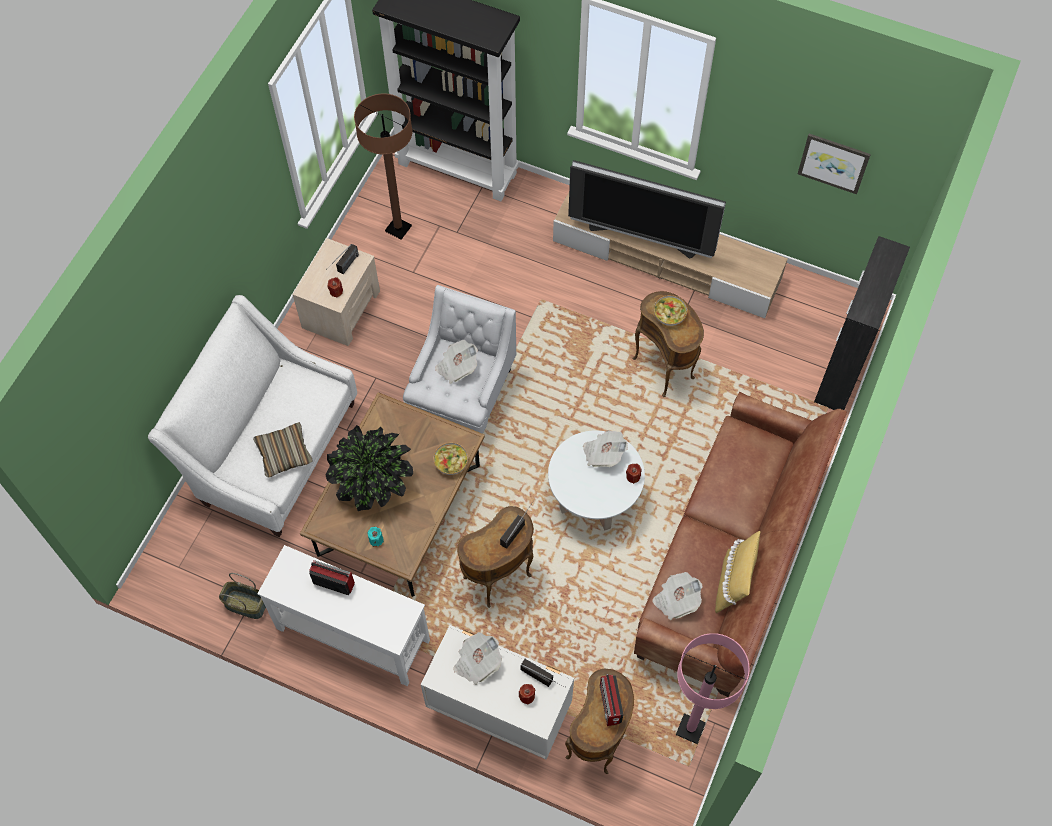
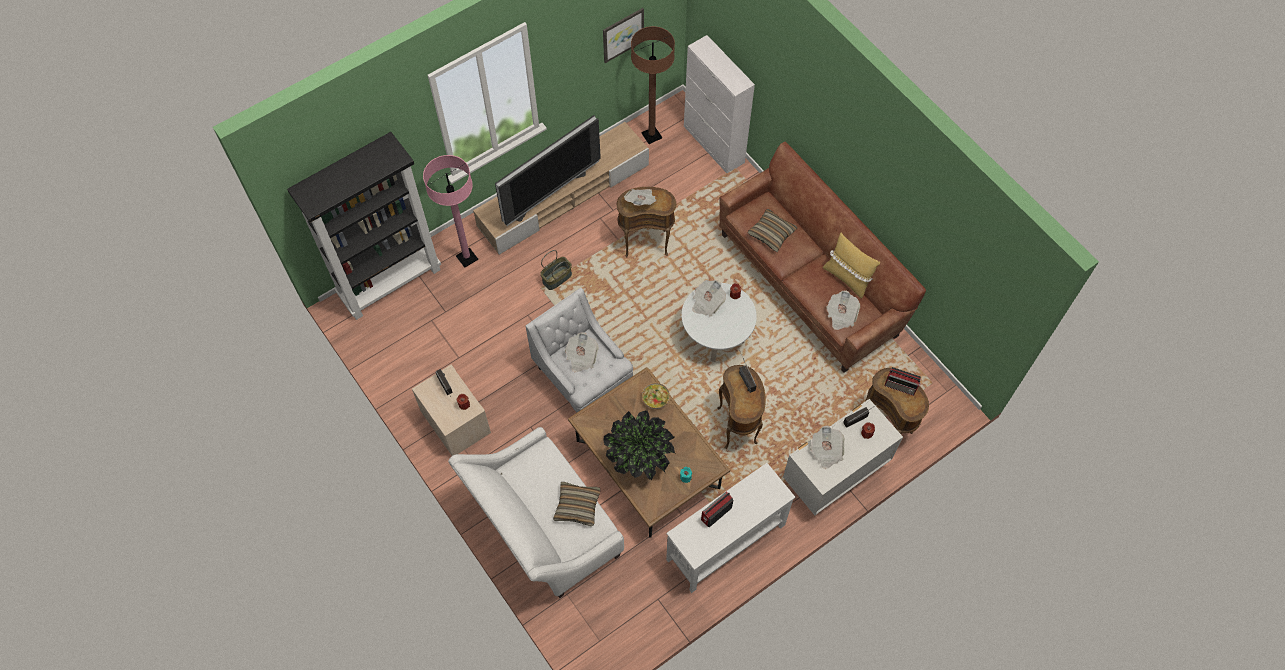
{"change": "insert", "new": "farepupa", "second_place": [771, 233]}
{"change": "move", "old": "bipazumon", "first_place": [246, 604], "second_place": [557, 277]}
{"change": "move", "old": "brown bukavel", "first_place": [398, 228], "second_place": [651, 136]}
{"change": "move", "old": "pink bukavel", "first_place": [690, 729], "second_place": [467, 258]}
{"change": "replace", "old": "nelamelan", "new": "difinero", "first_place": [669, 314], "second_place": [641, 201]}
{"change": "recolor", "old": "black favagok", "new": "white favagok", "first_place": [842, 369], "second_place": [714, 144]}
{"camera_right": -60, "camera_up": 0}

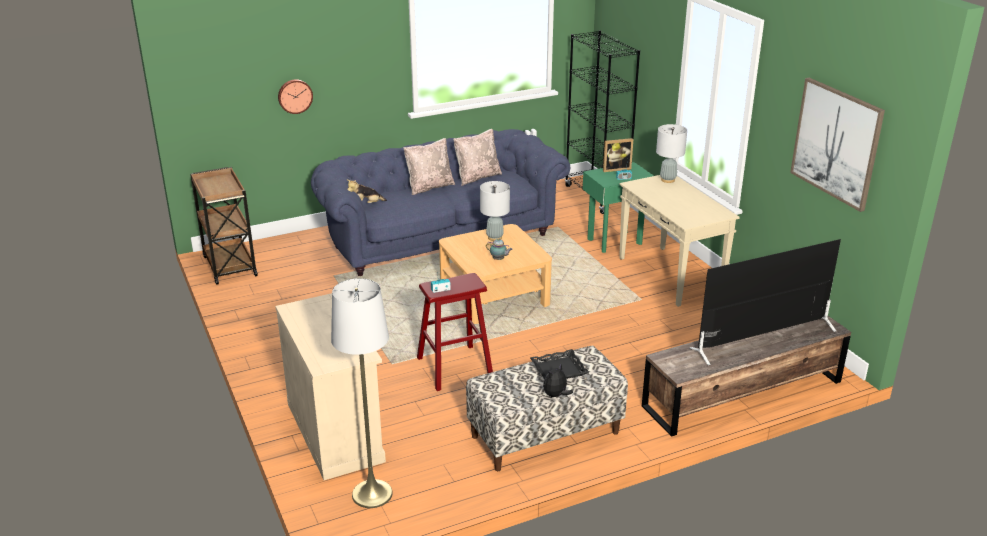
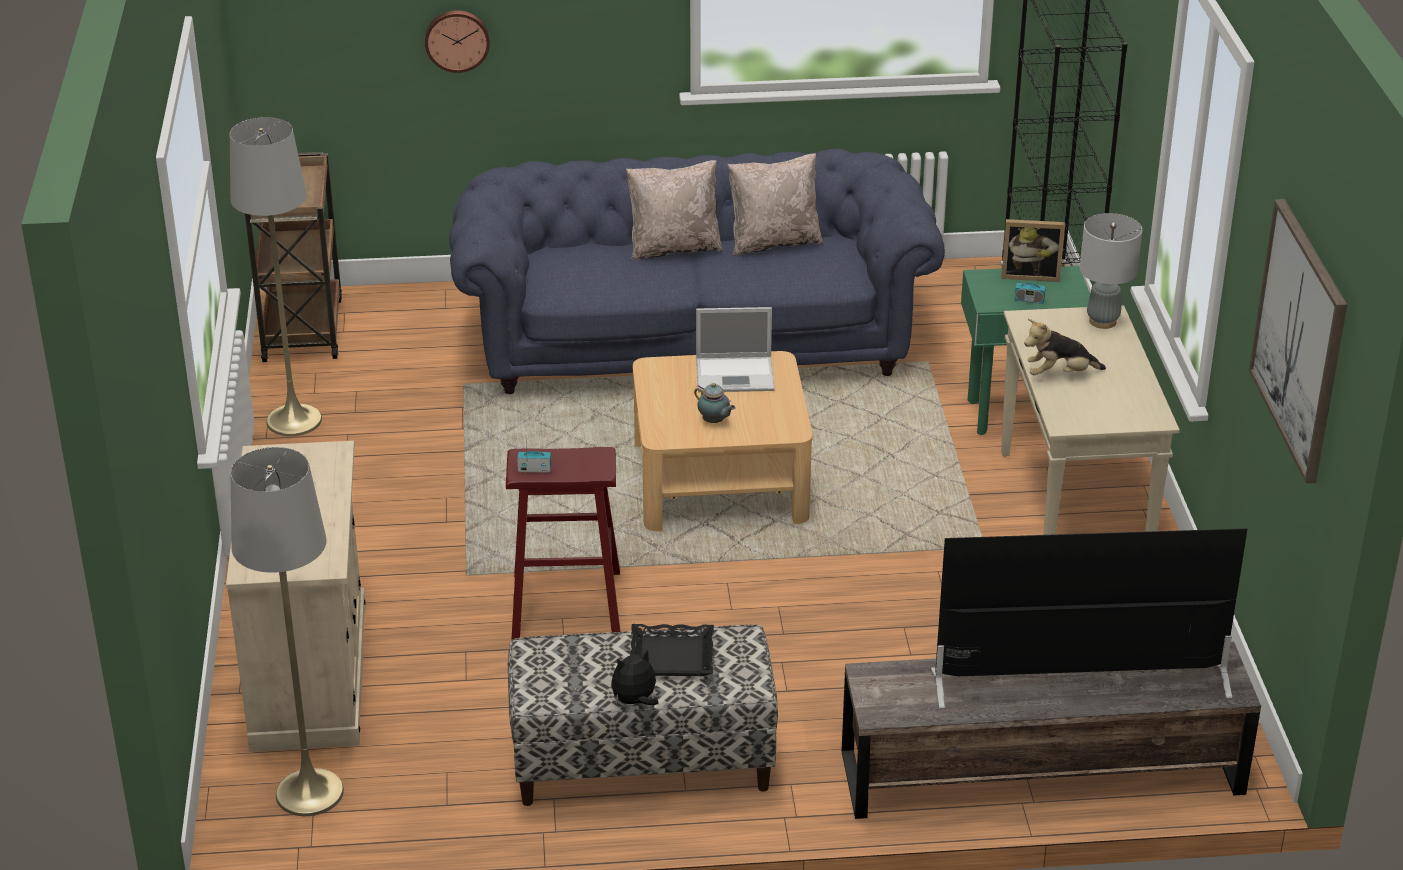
{"change": "insert", "new": "grey bukavel", "second_place": [294, 420]}
{"change": "move", "old": "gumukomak", "first_place": [366, 206], "second_place": [1059, 374]}
{"change": "replace", "old": "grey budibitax", "new": "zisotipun", "first_place": [494, 237], "second_place": [736, 375]}
{"camera_right": 20, "camera_up": 5}

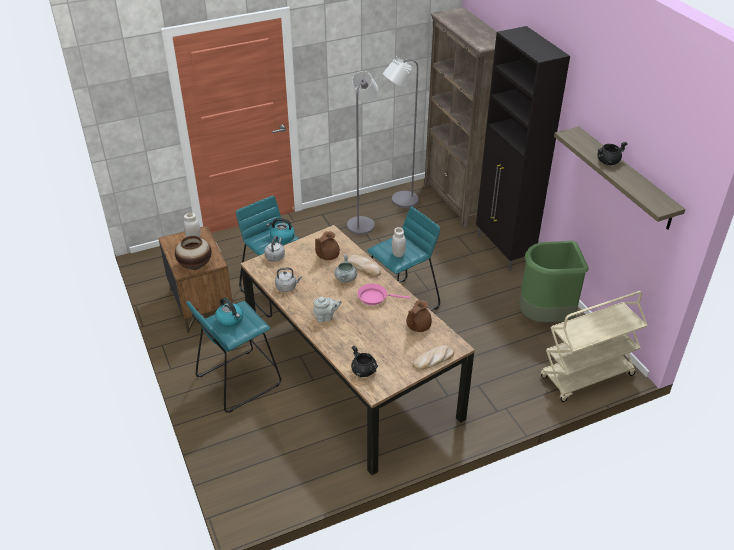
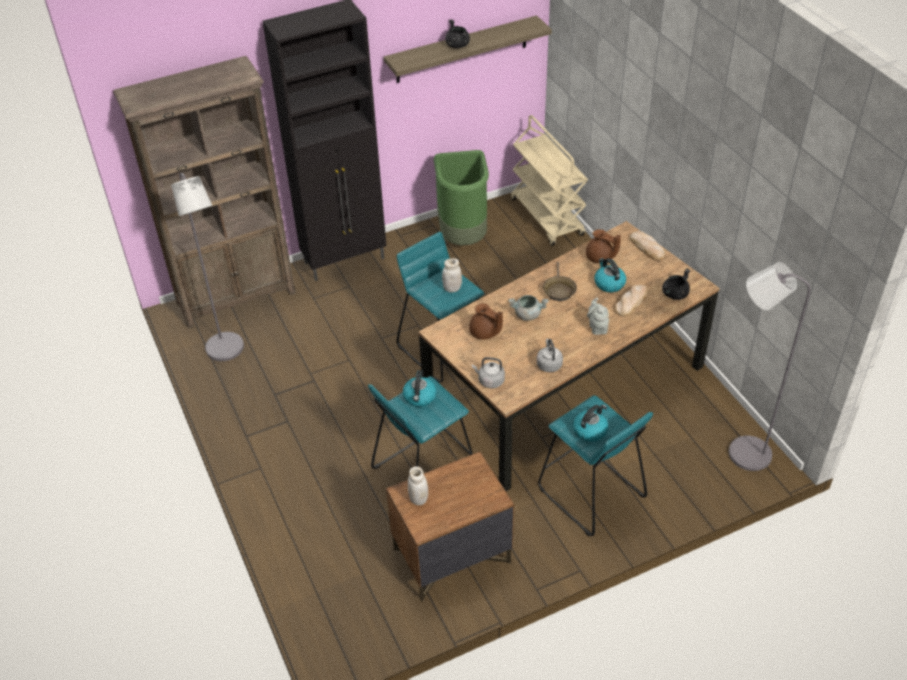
{"change": "delete", "old": "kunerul", "first_place": [195, 265]}
{"change": "insert", "new": "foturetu", "second_place": [609, 283]}
{"change": "move", "old": "grey bukavel", "first_place": [362, 223], "second_place": [741, 452]}
{"change": "move", "old": "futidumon", "first_place": [364, 267], "second_place": [631, 302]}
{"change": "recolor", "old": "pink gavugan", "new": "brown gavugan", "first_place": [375, 298], "second_place": [558, 290]}
{"camera_right": -90, "camera_up": 5}

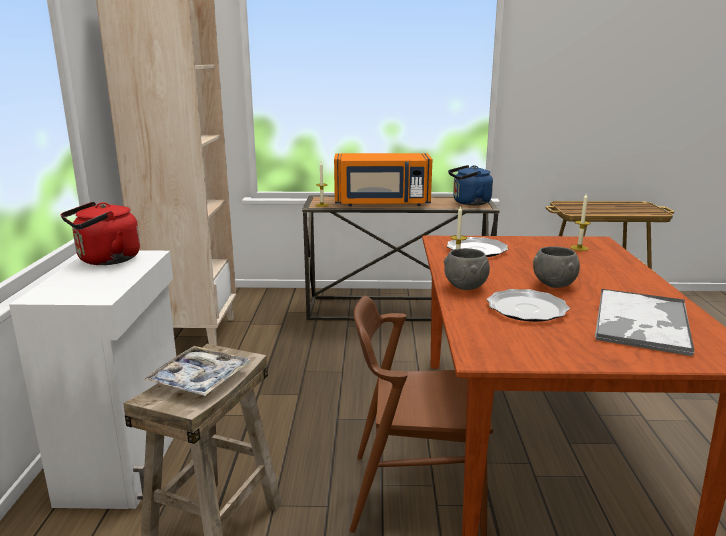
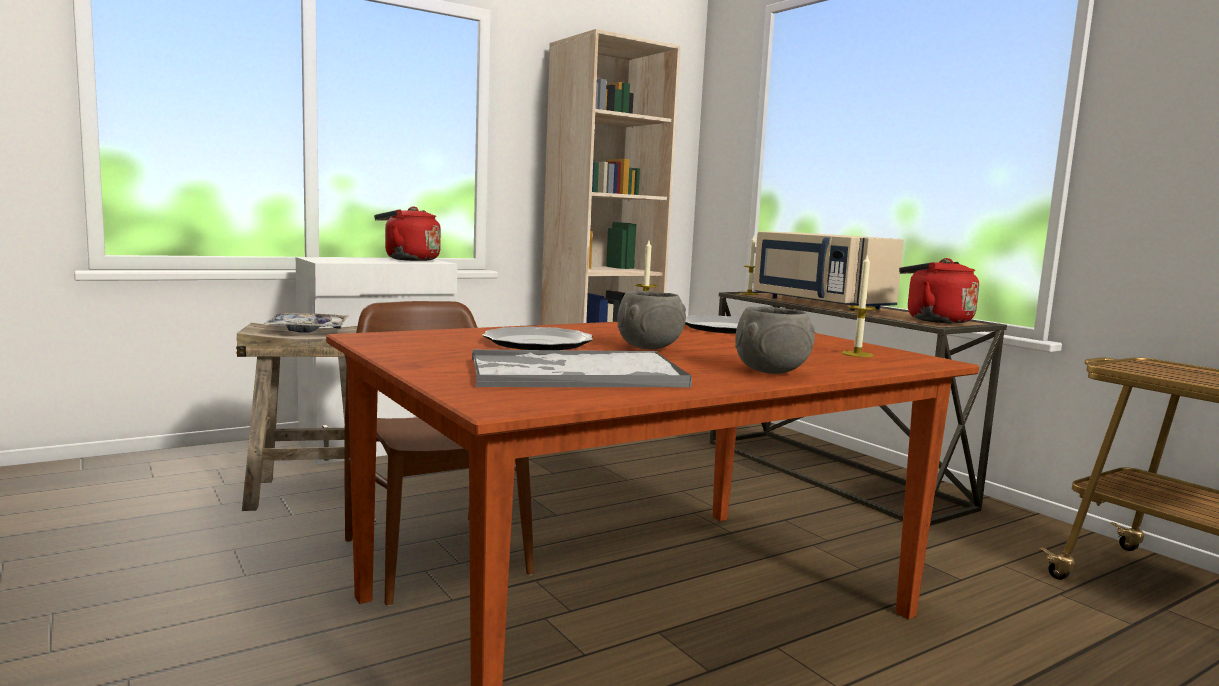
{"change": "move", "old": "grey nelamelan", "first_place": [464, 287], "second_place": [770, 372]}
{"change": "recolor", "old": "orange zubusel", "new": "beige zubusel", "first_place": [382, 203], "second_place": [818, 303]}
{"change": "recolor", "old": "blue foturetu", "new": "red foturetu", "first_place": [469, 203], "second_place": [934, 320]}
{"camera_right": 55, "camera_up": -10}

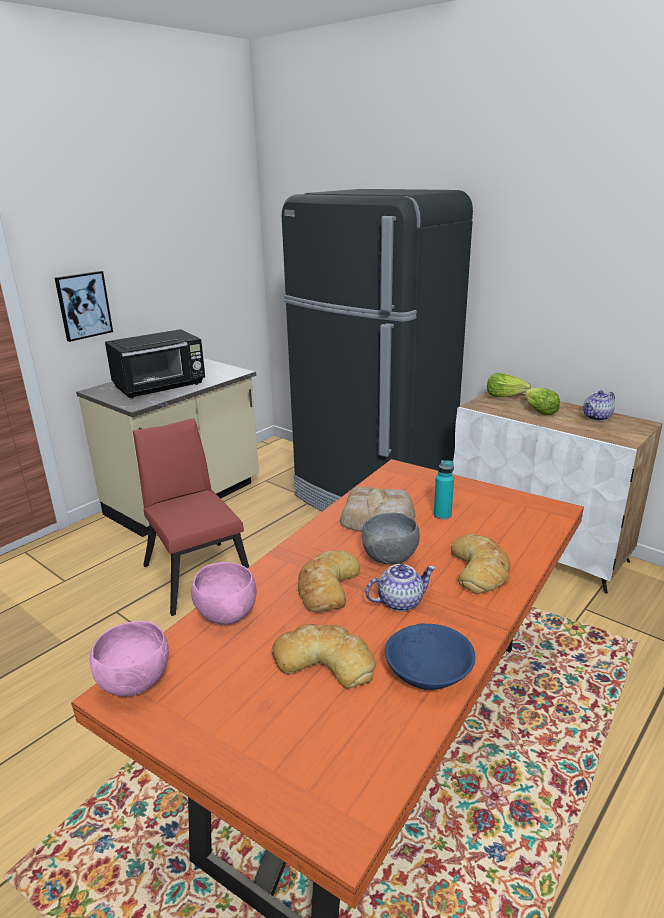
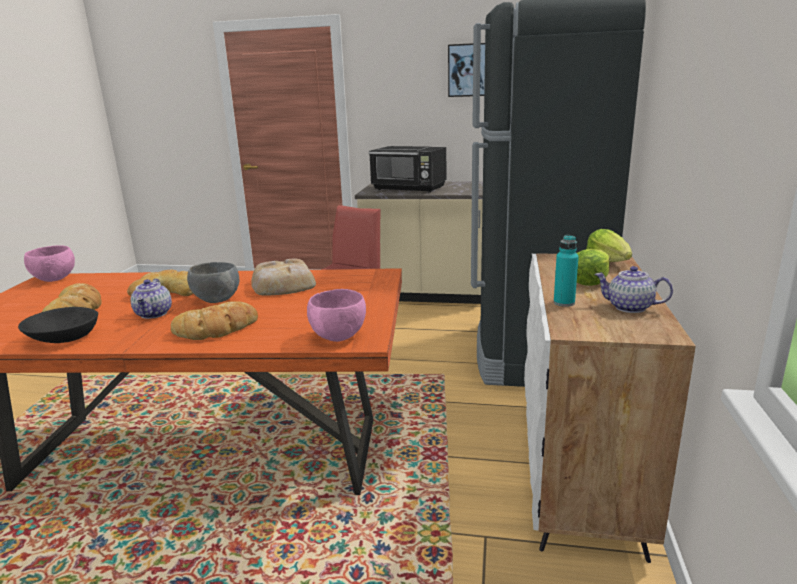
{"change": "move", "old": "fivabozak", "first_place": [83, 305], "second_place": [468, 70]}
{"change": "move", "old": "pink nelamelan", "first_place": [226, 616], "second_place": [337, 336]}
{"change": "move", "old": "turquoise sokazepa", "first_place": [442, 515], "second_place": [564, 303]}
{"change": "recolor", "old": "blue nelamelan", "new": "black nelamelan", "first_place": [428, 672], "second_place": [63, 337]}
{"change": "rotate", "old": "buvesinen", "first_place": [400, 601], "second_place": [154, 314], "degrees": 45}
{"camera_right": 60, "camera_up": -5}

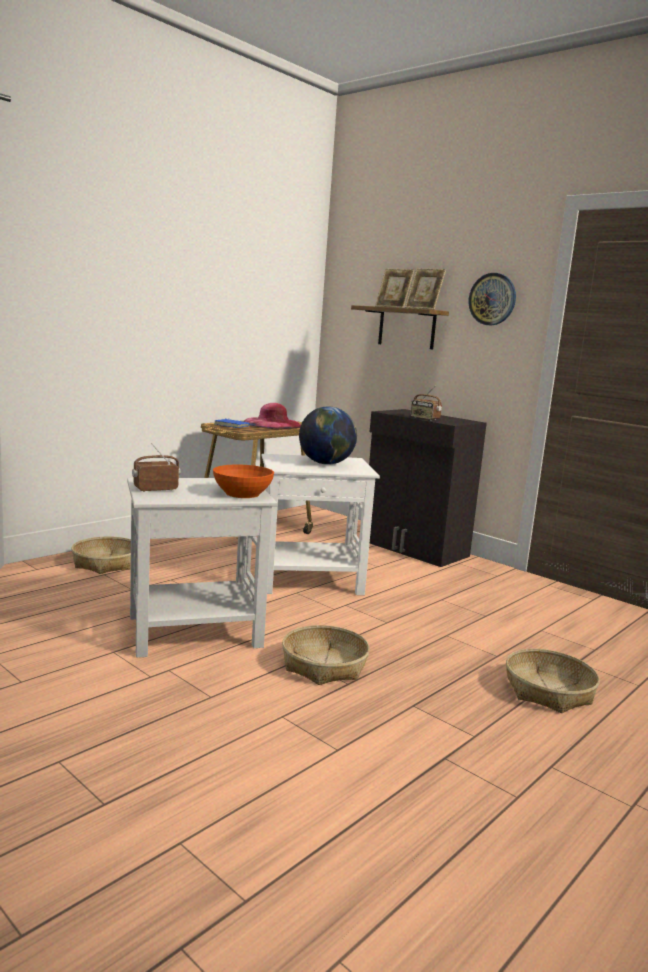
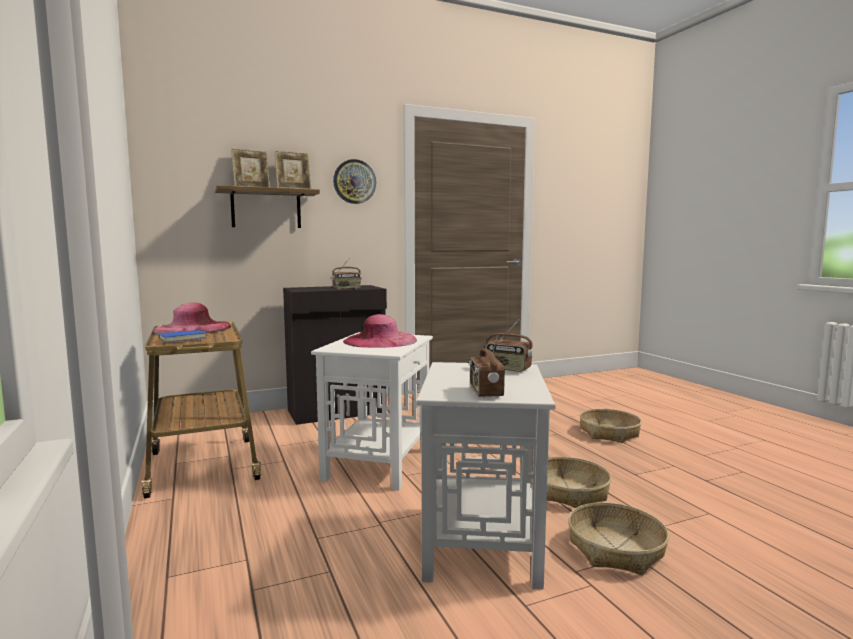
{"change": "move", "old": "bipazumon", "first_place": [105, 563], "second_place": [615, 549]}
{"change": "replace", "old": "orange nelamelan", "new": "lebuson", "first_place": [243, 494], "second_place": [508, 369]}
{"change": "replace", "old": "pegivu", "new": "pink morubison", "first_place": [326, 463], "second_place": [380, 340]}
{"camera_right": -65, "camera_up": -5}

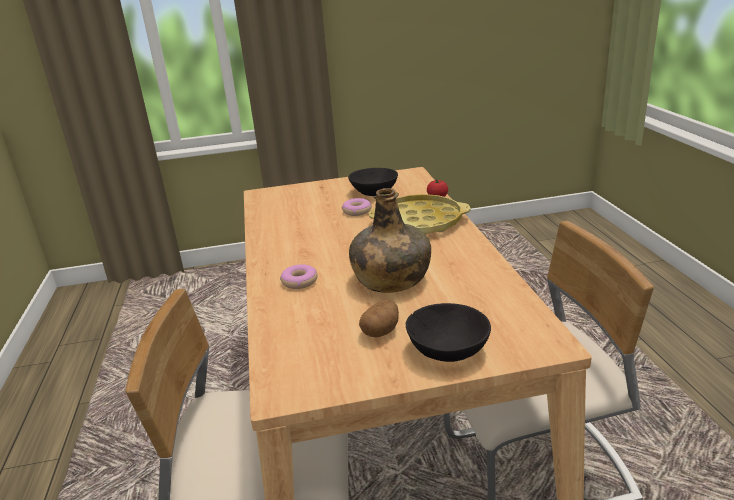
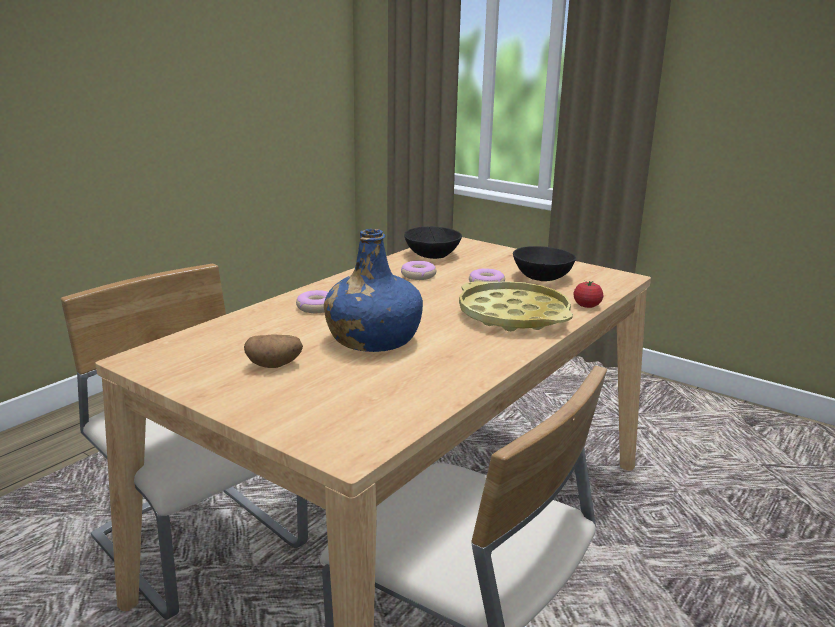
{"change": "insert", "new": "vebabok", "second_place": [418, 275]}
{"change": "move", "old": "black nelamelan", "first_place": [447, 349], "second_place": [432, 255]}
{"change": "recolor", "old": "green sokazepa", "new": "blue sokazepa", "first_place": [390, 279], "second_place": [373, 340]}
{"camera_right": 45, "camera_up": -5}

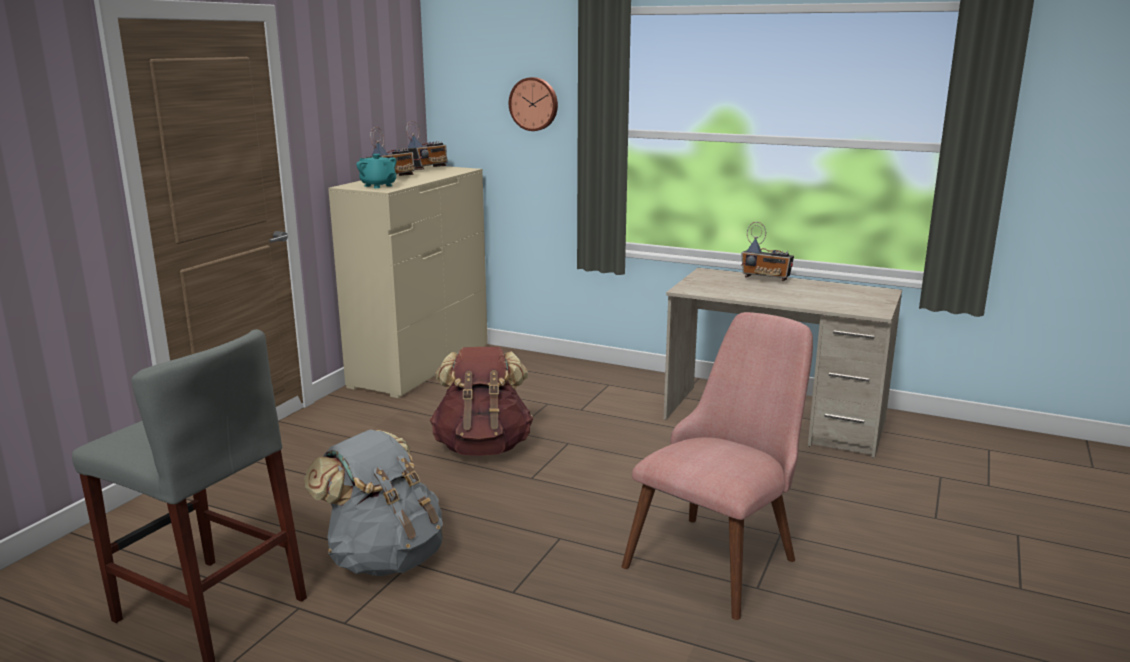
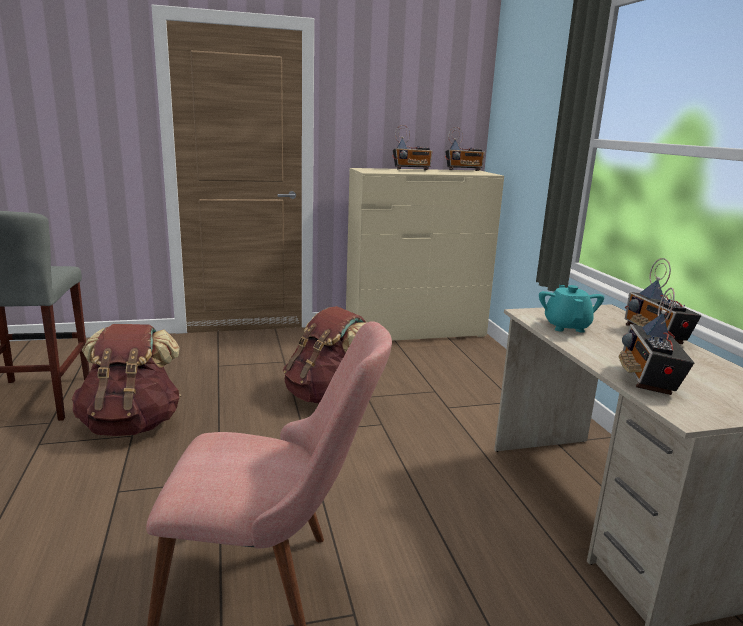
{"change": "delete", "old": "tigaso", "first_place": [534, 104]}
{"change": "insert", "new": "lebuson", "second_place": [648, 380]}
{"change": "move", "old": "turquoise buvesinen", "first_place": [378, 186], "second_place": [566, 326]}
{"change": "recolor", "old": "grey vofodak", "new": "brown vofodak", "first_place": [384, 558], "second_place": [131, 424]}
{"camera_right": 50, "camera_up": 0}

